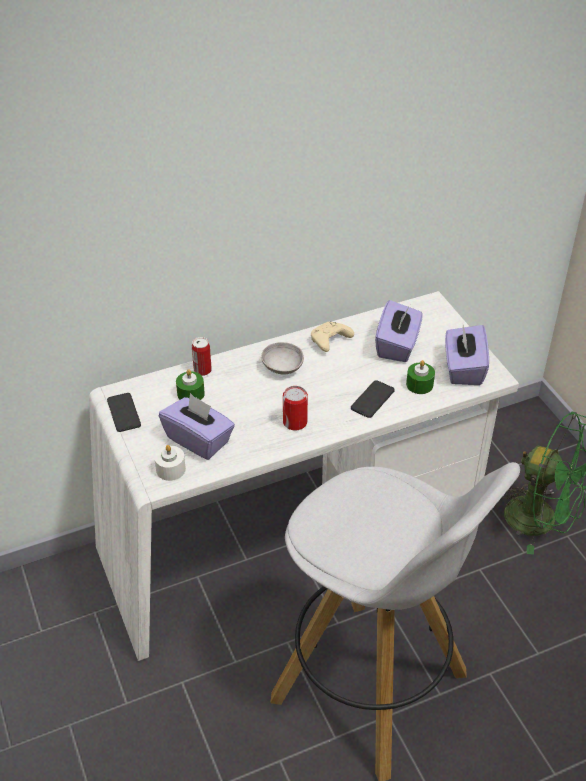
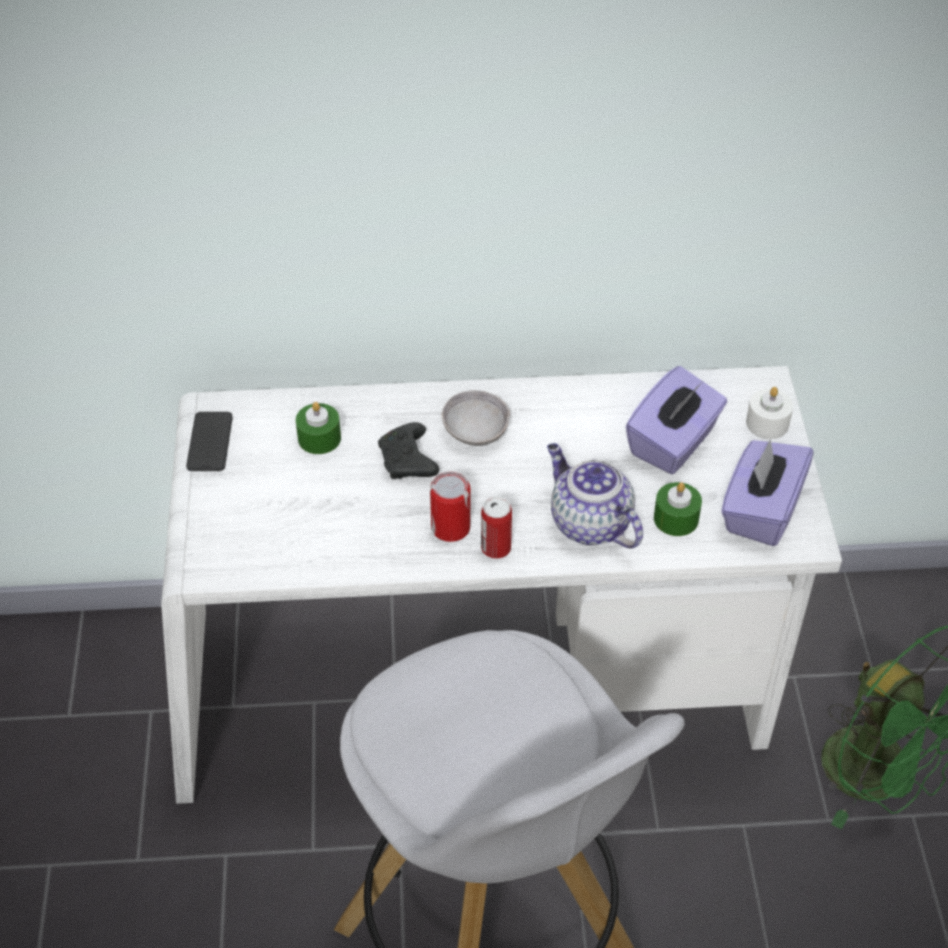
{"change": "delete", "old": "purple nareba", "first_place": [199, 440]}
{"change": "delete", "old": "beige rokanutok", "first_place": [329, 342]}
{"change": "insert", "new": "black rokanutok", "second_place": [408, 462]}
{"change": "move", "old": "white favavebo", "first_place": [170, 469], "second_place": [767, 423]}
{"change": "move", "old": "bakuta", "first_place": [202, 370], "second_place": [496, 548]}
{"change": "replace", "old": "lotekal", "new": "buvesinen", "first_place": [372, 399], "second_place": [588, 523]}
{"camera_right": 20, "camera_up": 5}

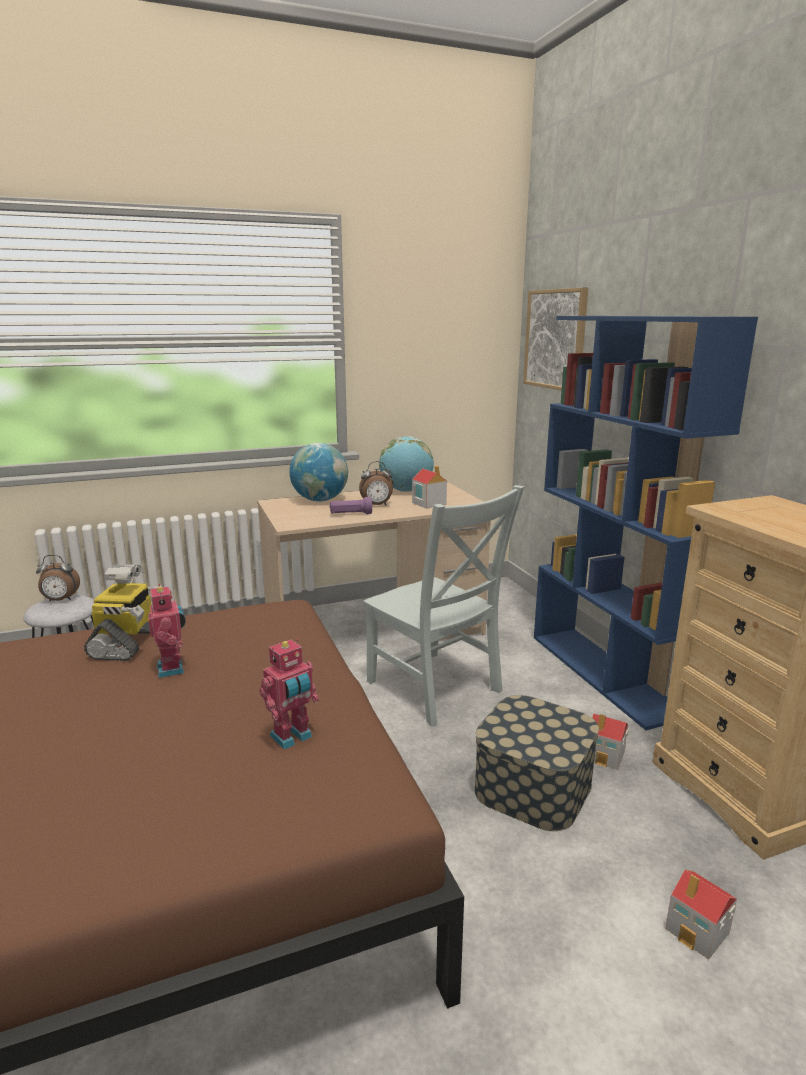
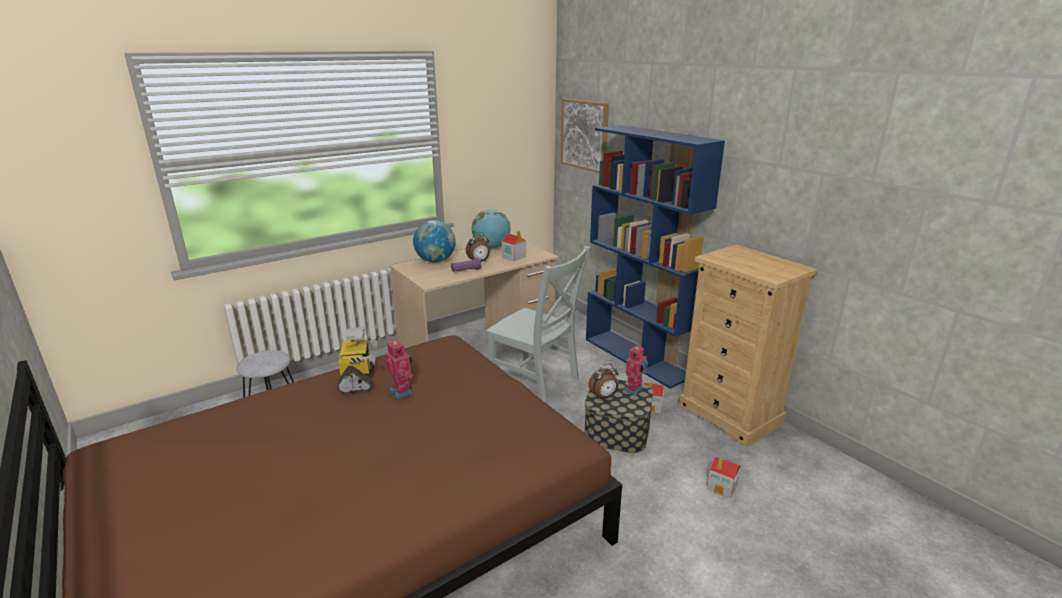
{"change": "move", "old": "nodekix", "first_place": [60, 600], "second_place": [604, 397]}
{"change": "move", "old": "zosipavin", "first_place": [292, 738], "second_place": [634, 390]}
{"camera_right": -15, "camera_up": 5}

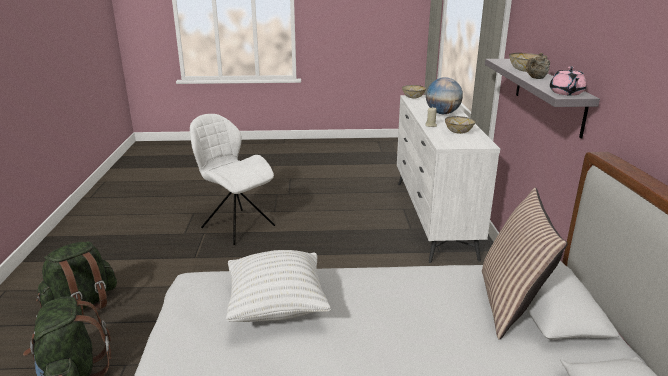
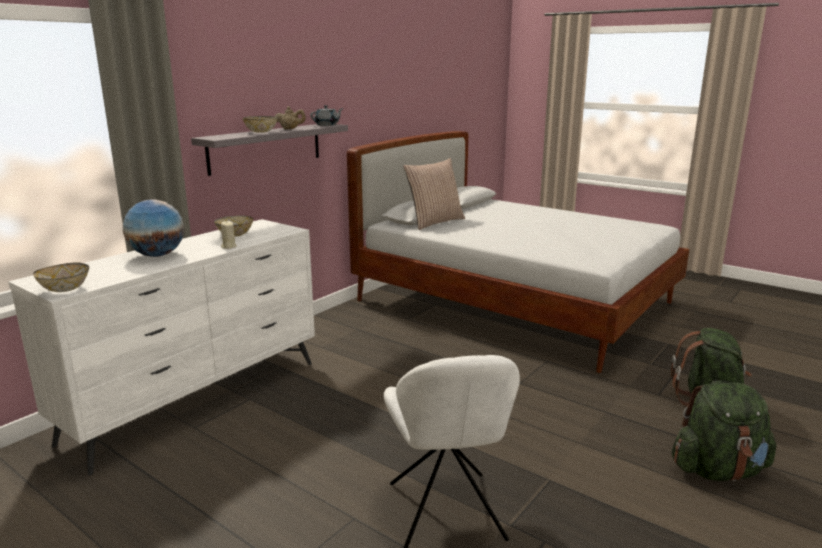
{"change": "delete", "old": "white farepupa", "first_place": [277, 307]}
{"change": "recolor", "old": "pink buvesinen", "new": "grey buvesinen", "first_place": [566, 93], "second_place": [327, 125]}
{"camera_right": -140, "camera_up": -5}

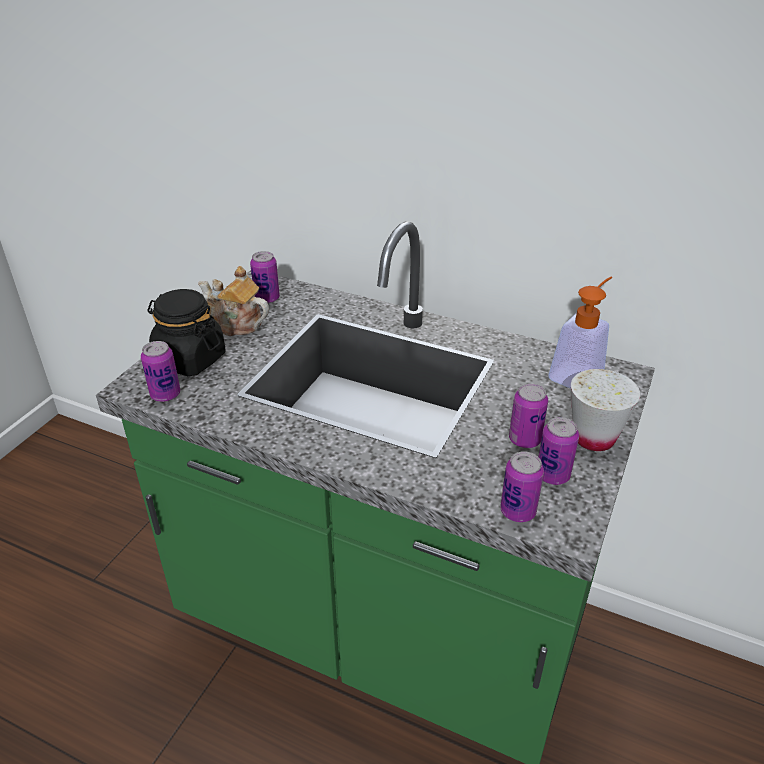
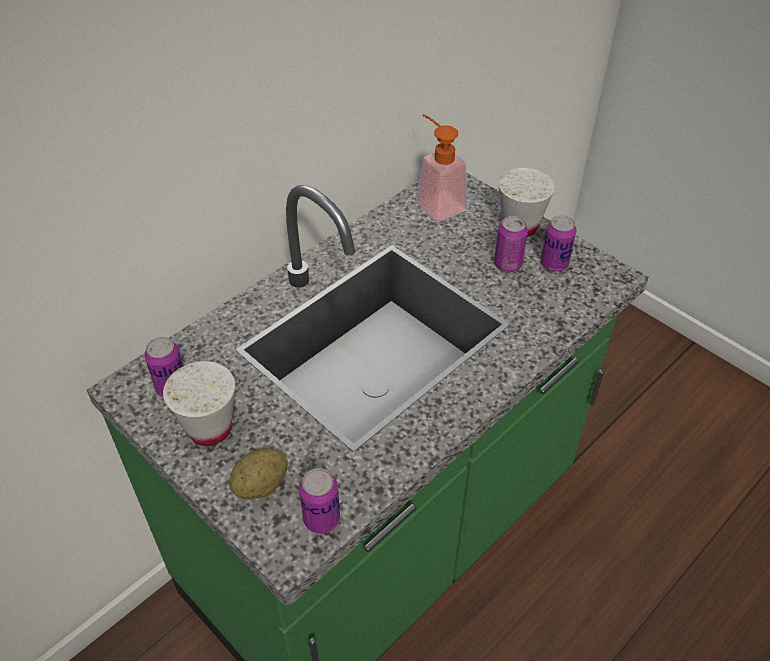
{"change": "delete", "old": "bakuta", "first_place": [518, 511]}
{"change": "replace", "old": "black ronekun", "new": "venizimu", "first_place": [189, 359], "second_place": [261, 485]}
{"change": "replace", "old": "buvesinen", "new": "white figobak", "first_place": [234, 324], "second_place": [210, 429]}
{"camera_right": -70, "camera_up": 10}

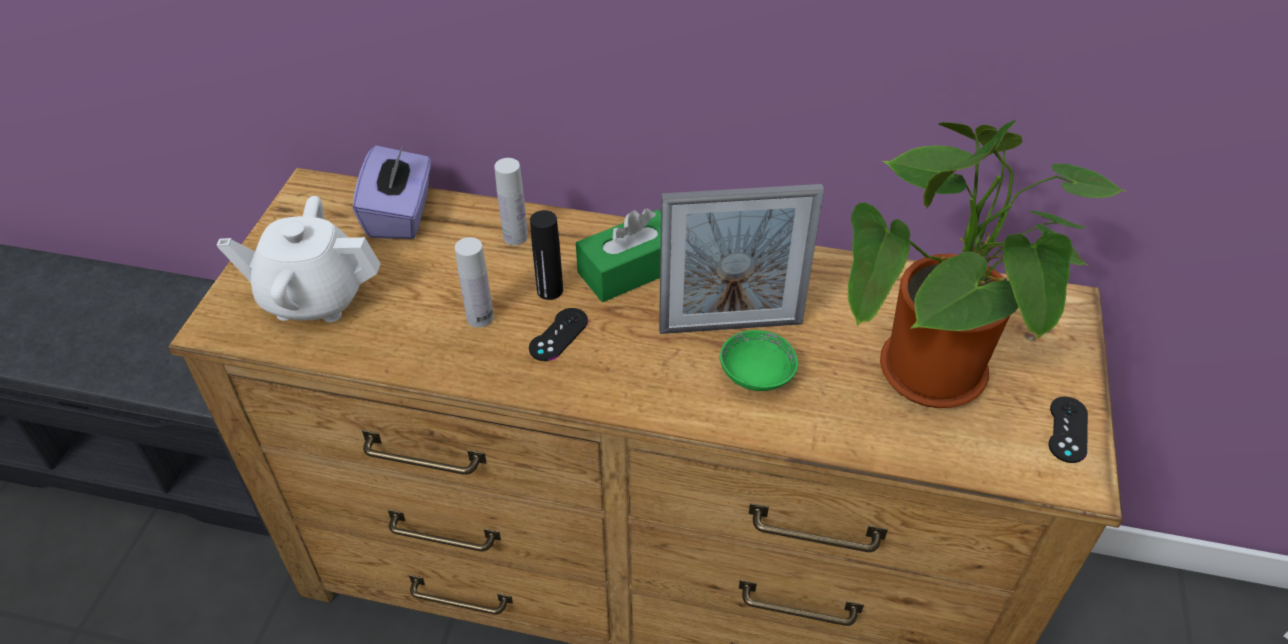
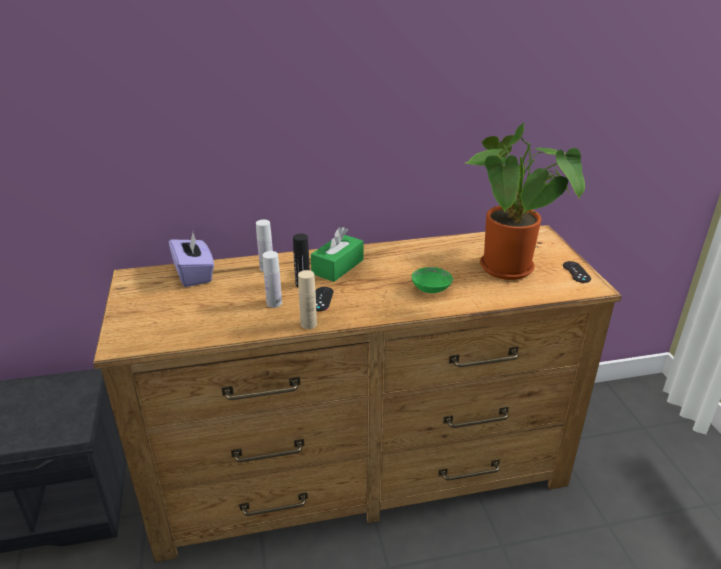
{"change": "delete", "old": "white buvesinen", "first_place": [314, 297]}
{"change": "delete", "old": "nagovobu", "first_place": [730, 326]}
{"change": "insert", "new": "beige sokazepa", "second_place": [308, 324]}
{"camera_right": -25, "camera_up": -15}

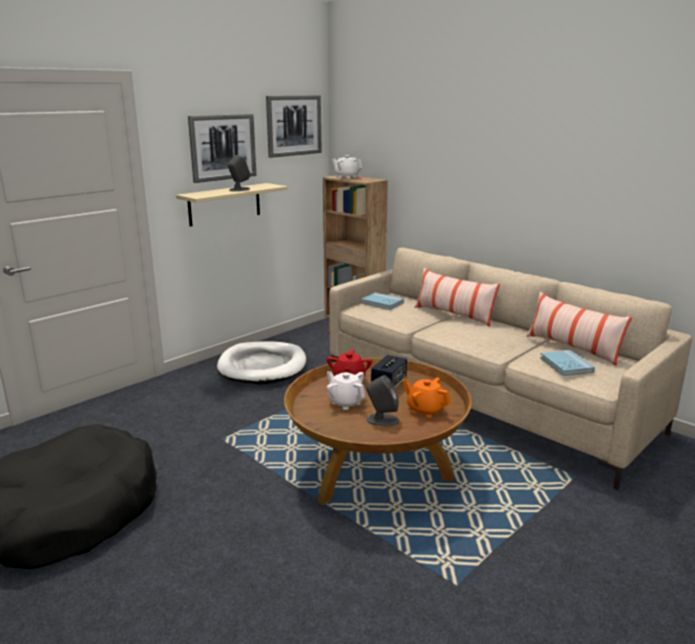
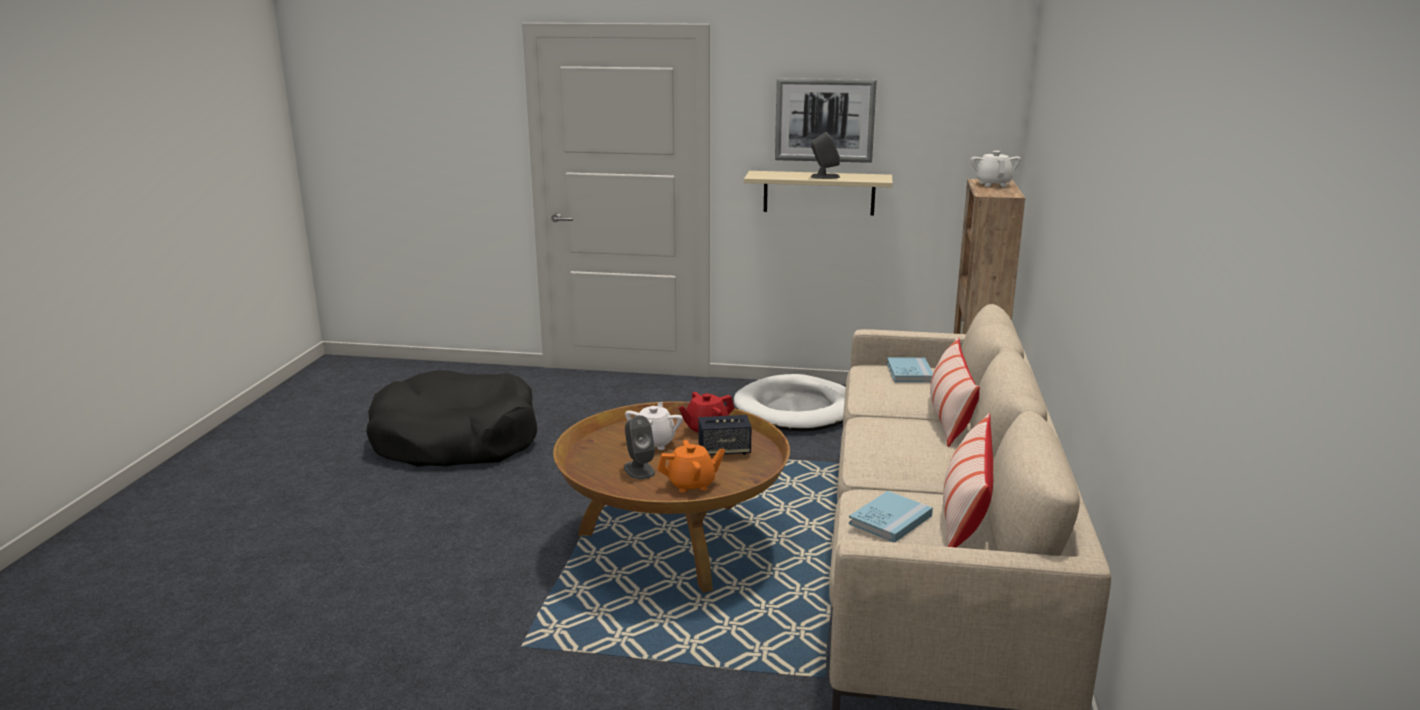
{"change": "delete", "old": "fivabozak", "first_place": [294, 125]}
{"change": "rotate", "old": "orange buvesinen", "first_place": [425, 410], "second_place": [691, 484], "degrees": 75}
{"camera_right": 55, "camera_up": 0}

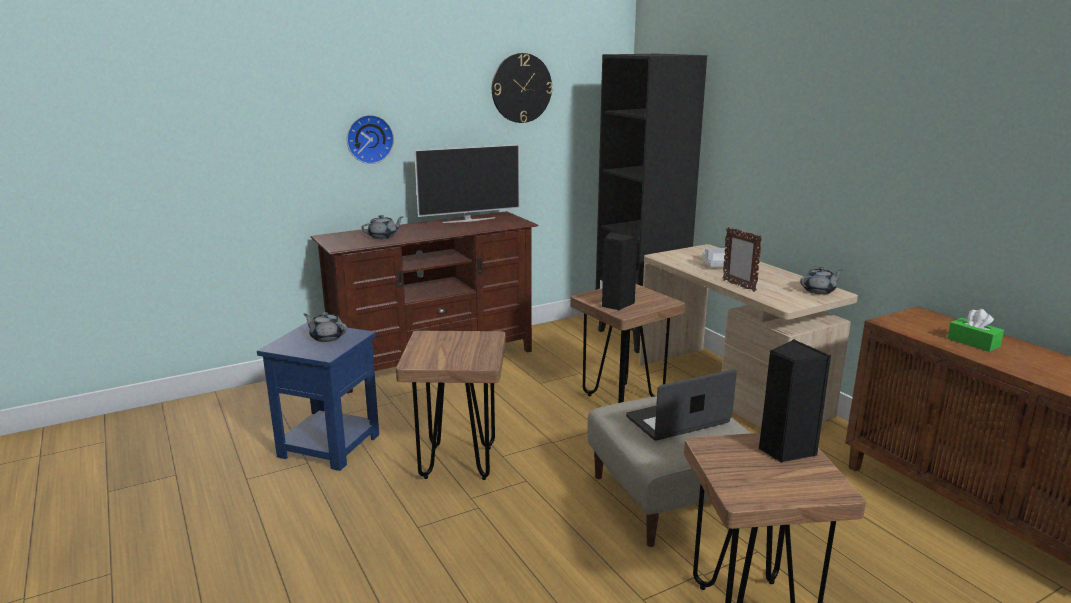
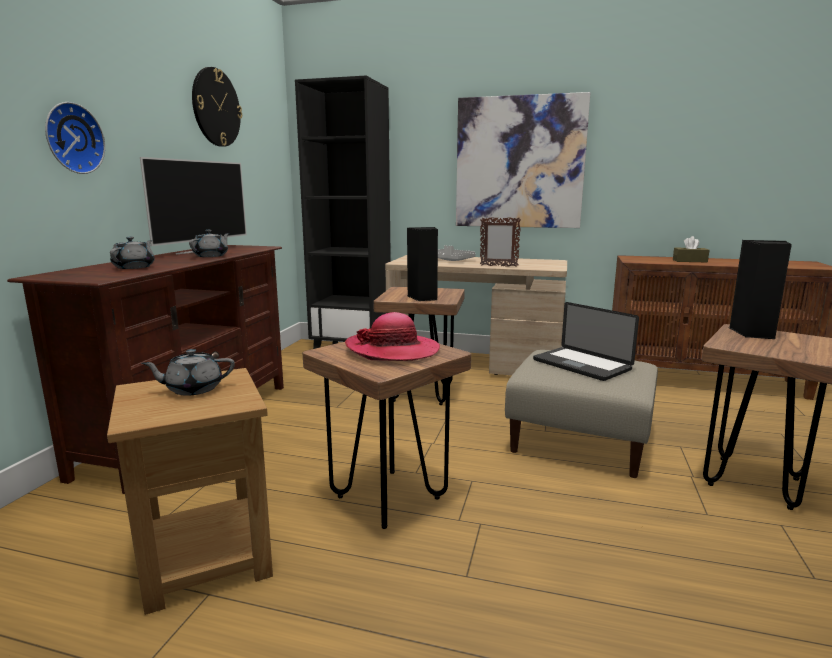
{"change": "insert", "new": "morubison", "second_place": [393, 350]}
{"change": "insert", "new": "fivabozak", "second_place": [519, 163]}
{"change": "move", "old": "grey buvesinen", "first_place": [819, 291], "second_place": [211, 256]}
{"change": "recolor", "old": "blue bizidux", "new": "brown bizidux", "first_place": [328, 445], "second_place": [204, 559]}
{"change": "recolor", "old": "green nareba", "new": "brown nareba", "first_place": [973, 342], "second_place": [689, 261]}
{"change": "rotate", "old": "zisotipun", "first_place": [678, 420], "second_place": [581, 365], "degrees": -60}
{"camera_right": -45, "camera_up": -5}

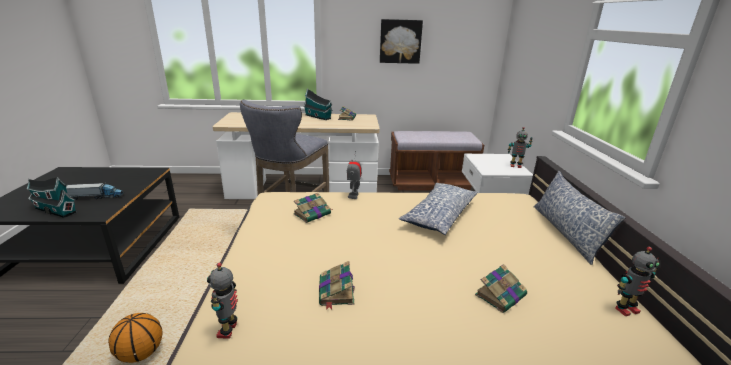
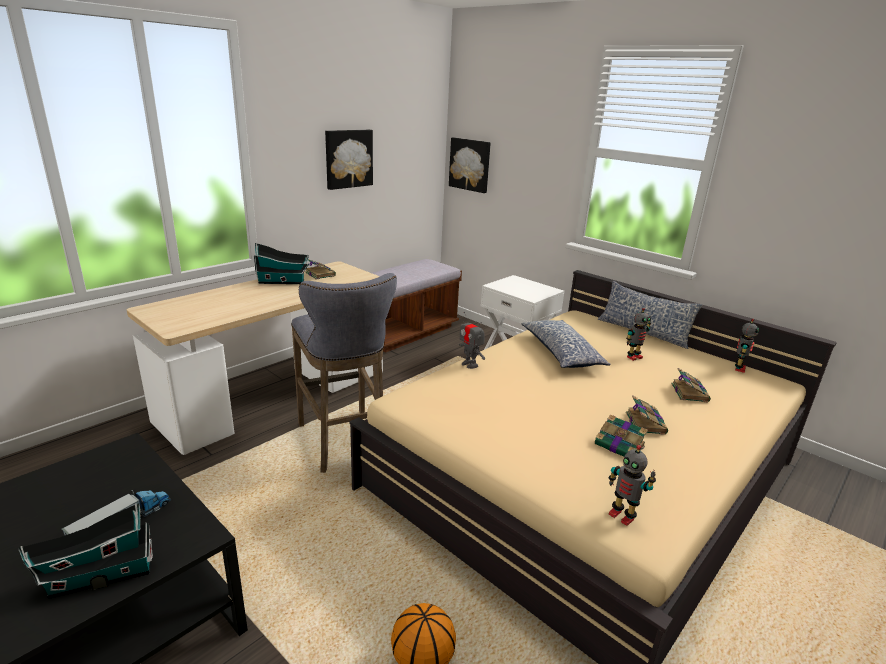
{"change": "insert", "new": "fivabozak", "second_place": [470, 164]}
{"change": "move", "old": "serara", "first_place": [313, 213], "second_place": [645, 422]}
{"change": "move", "old": "zosipavin", "first_place": [515, 166], "second_place": [633, 357]}
{"camera_right": -45, "camera_up": 0}

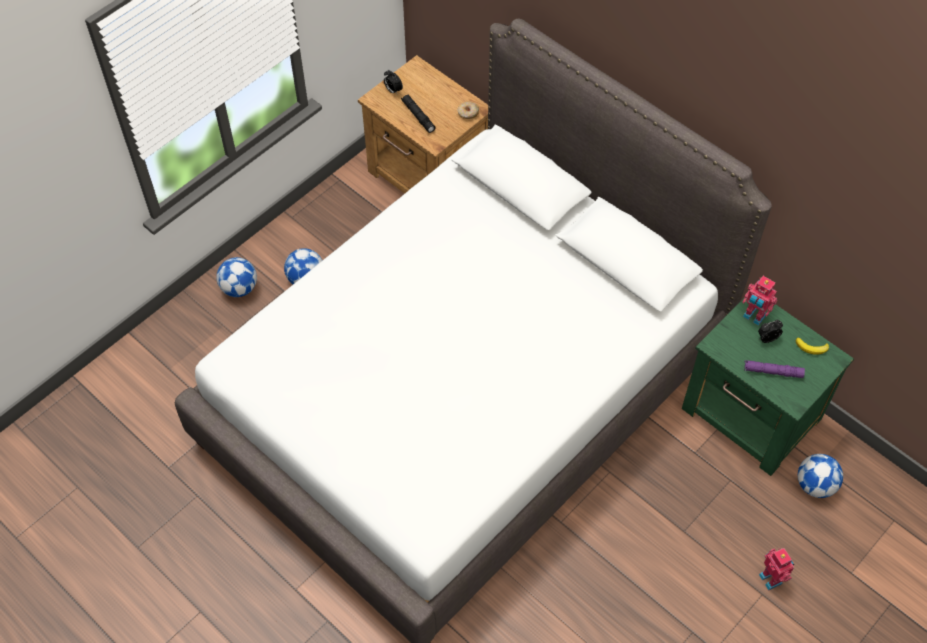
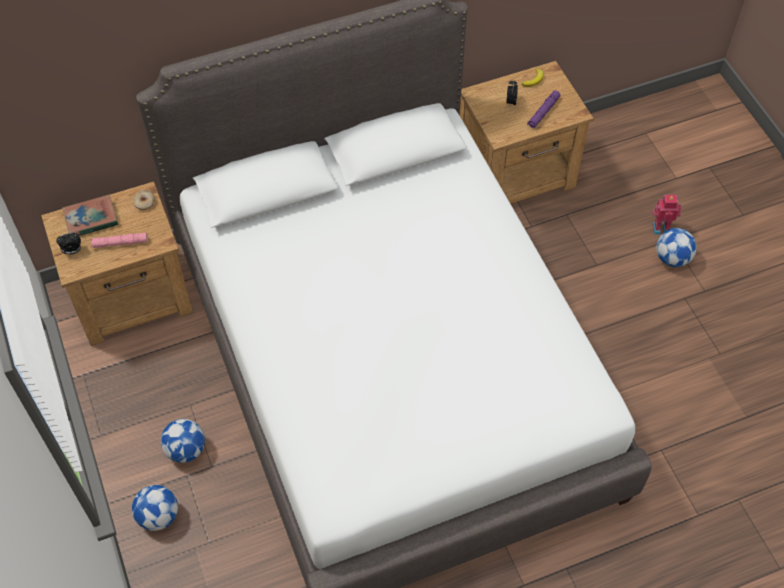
{"change": "delete", "old": "zosipavin", "first_place": [753, 316]}
{"change": "insert", "new": "serara", "second_place": [91, 219]}
{"change": "move", "old": "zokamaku", "first_place": [815, 485], "second_place": [672, 258]}
{"change": "recolor", "old": "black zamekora", "new": "pink zamekora", "first_place": [418, 116], "second_place": [120, 243]}
{"change": "recolor", "old": "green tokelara", "new": "brown tokelara", "first_place": [752, 416], "second_place": [517, 174]}
{"camera_right": -65, "camera_up": 0}

